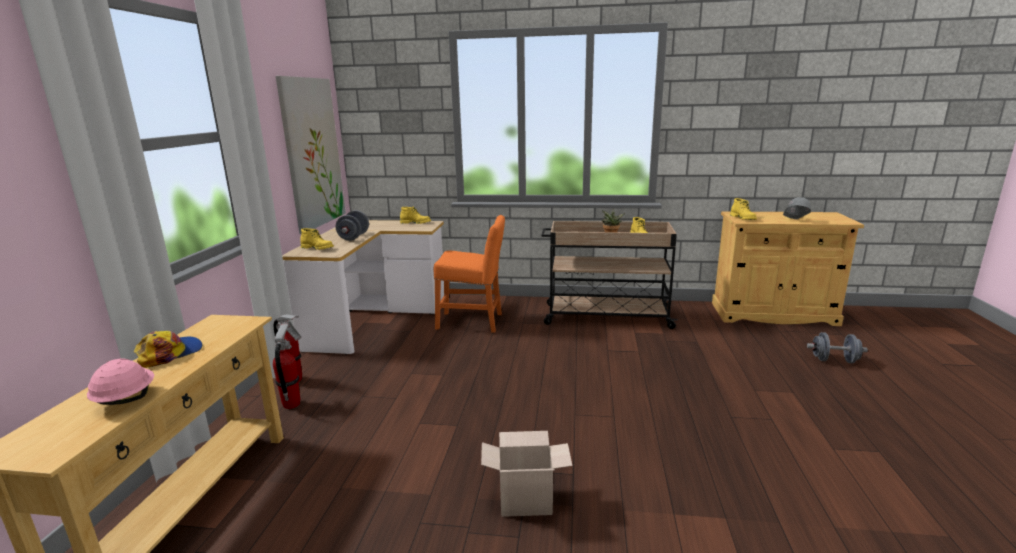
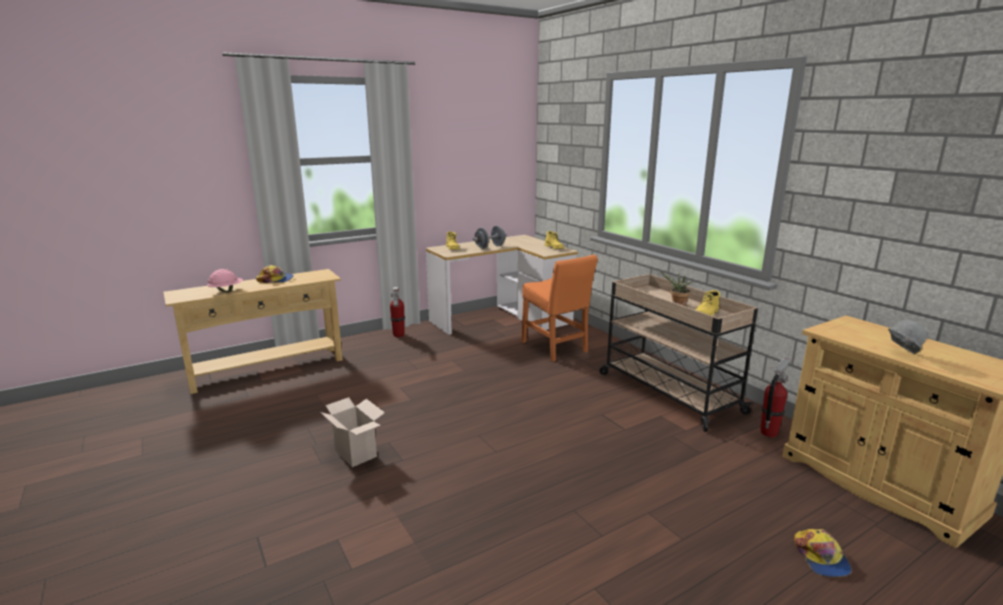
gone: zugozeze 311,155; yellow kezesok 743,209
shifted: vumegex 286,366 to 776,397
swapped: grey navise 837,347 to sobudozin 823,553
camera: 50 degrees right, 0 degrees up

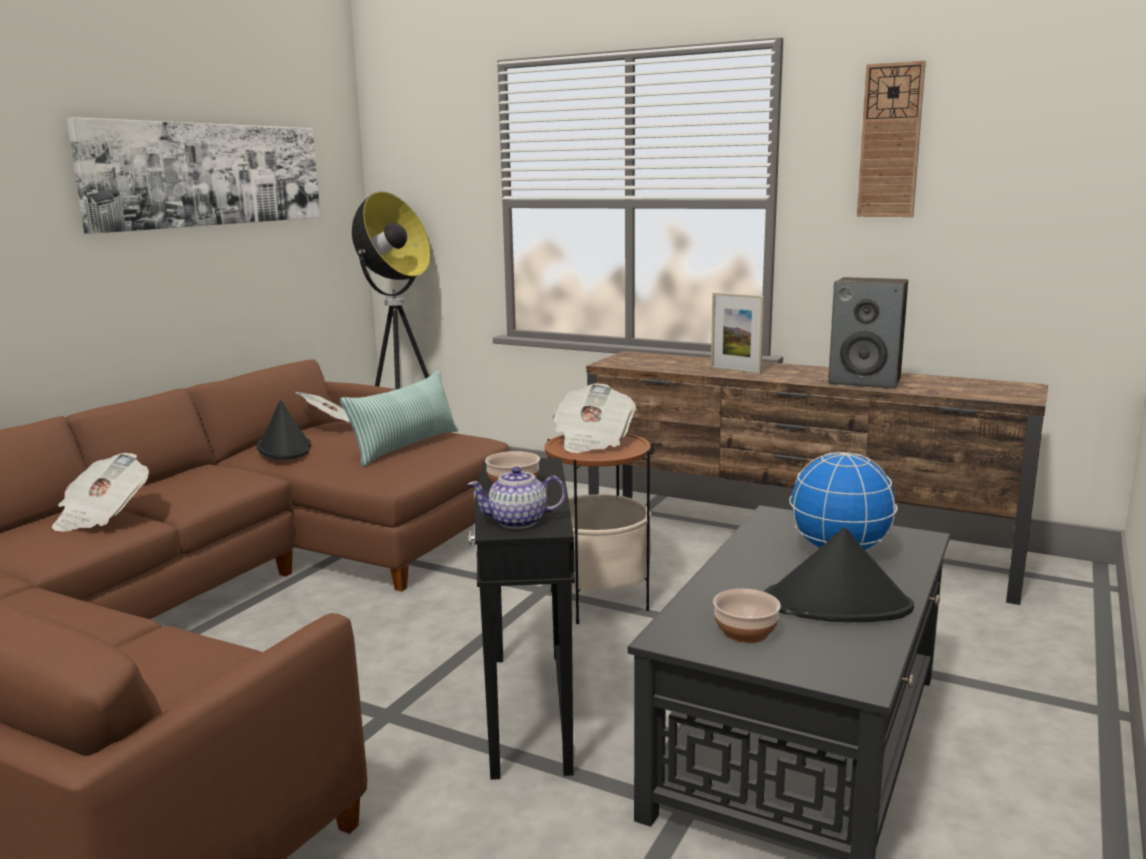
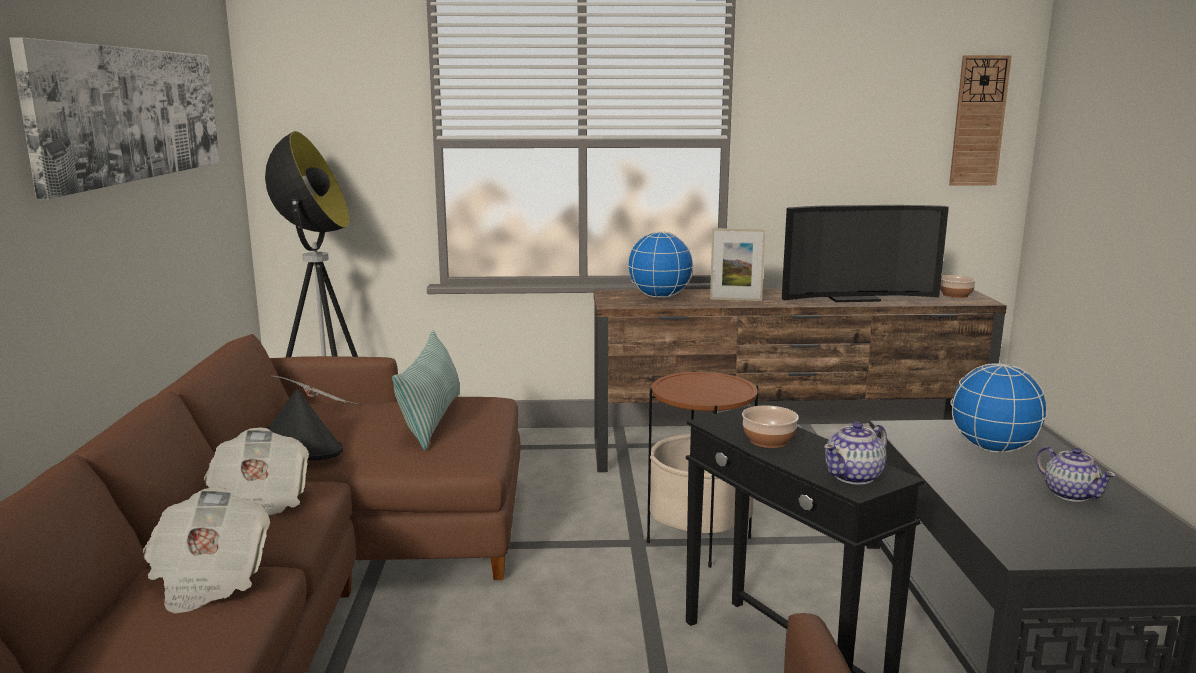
new: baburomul 660,264
shifted: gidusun 594,418 to 256,472; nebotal 747,616 to 958,286; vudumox 891,139 to 980,120
swapped: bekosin 868,333 to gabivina 865,253; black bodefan 839,574 to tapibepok 1076,474
camera: 30 degrees left, 0 degrees up

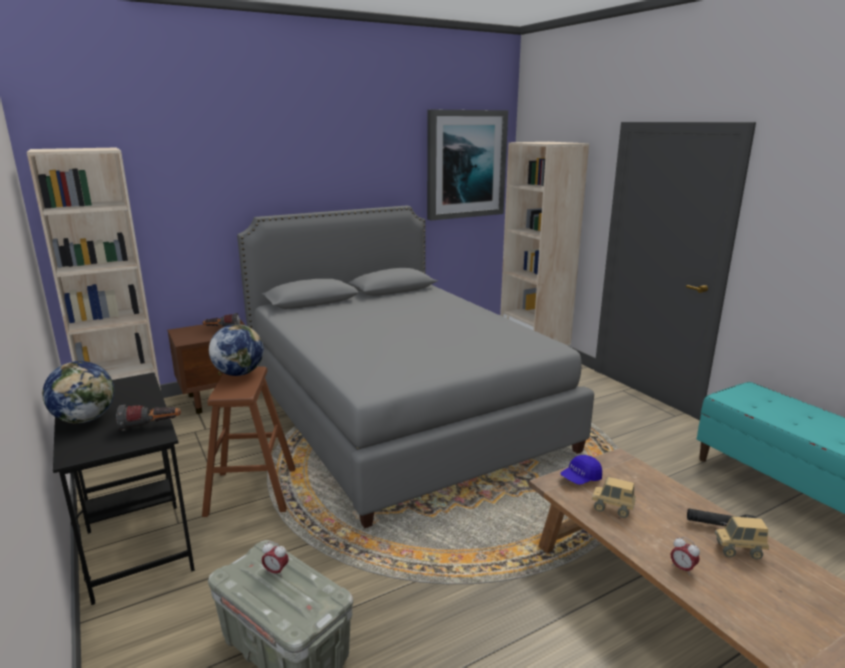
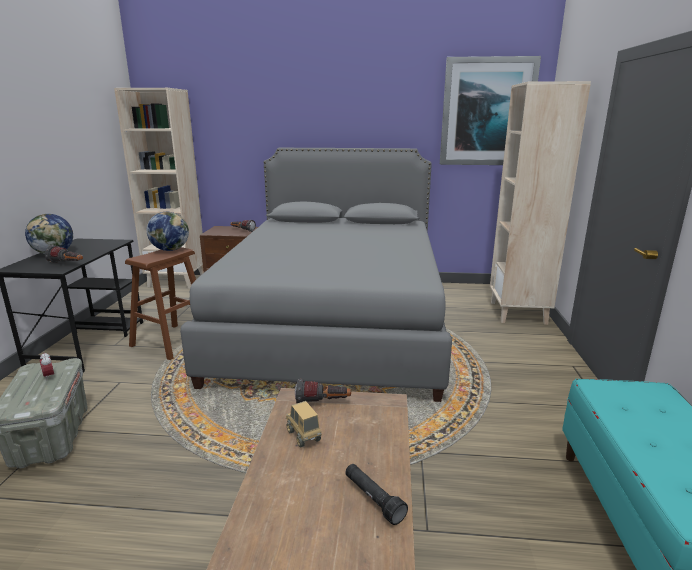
gone: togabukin 685,556; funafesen 742,537
swapped: blue sobudozin 581,470 to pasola 323,391
camera: 35 degrees right, 0 degrees up

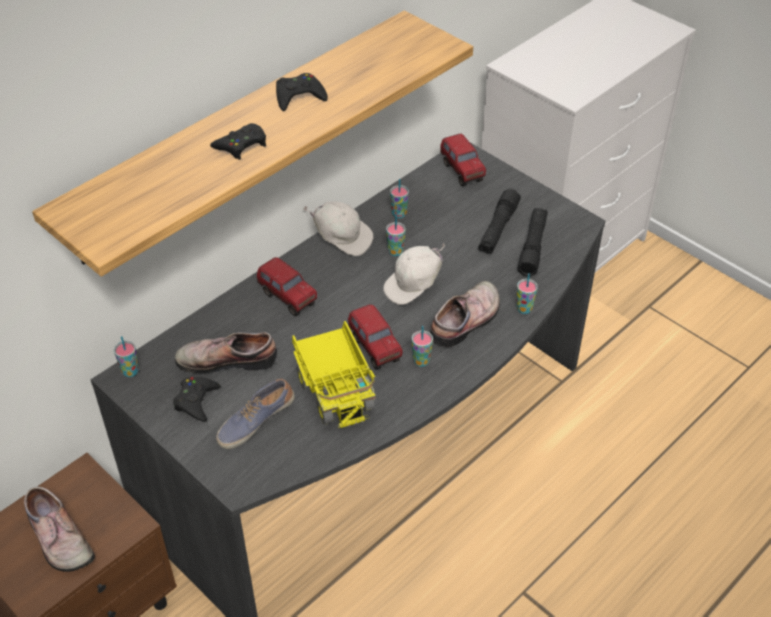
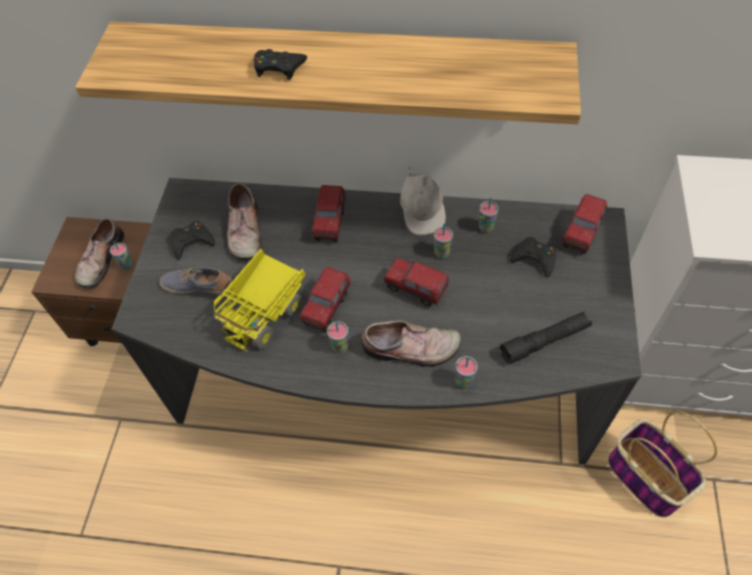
gone: black pasola 500,221
new: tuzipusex 662,464
shifted: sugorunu 126,356 to 121,254; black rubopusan 302,92 to 533,257
swapped: white sobudozin 414,274 to funafesen 416,282
rotated: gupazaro 226,352 = 245,221 150 degrees counterclockwise
camera: 55 degrees right, 10 degrees up

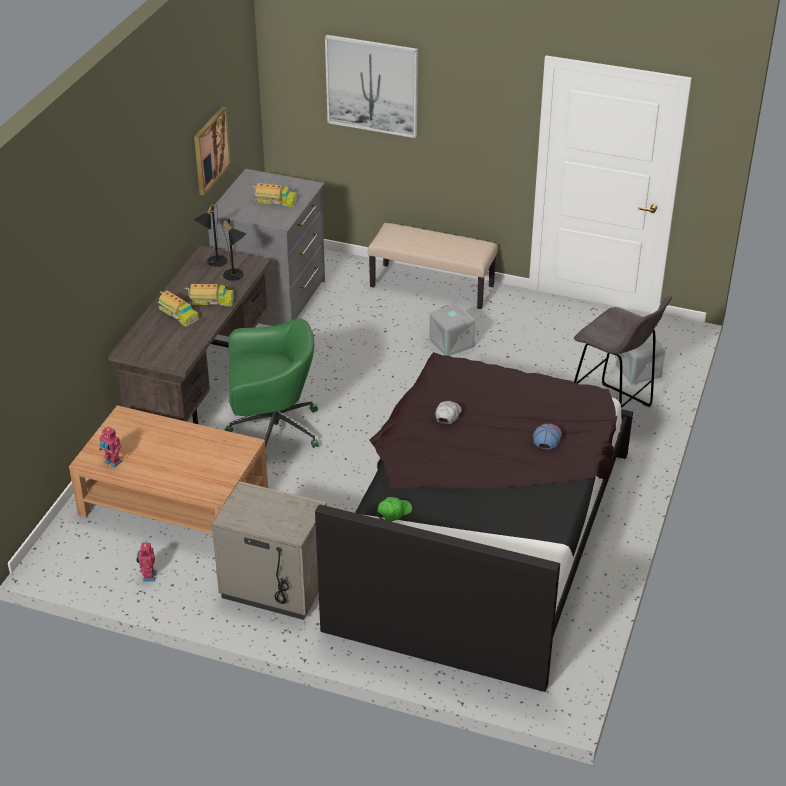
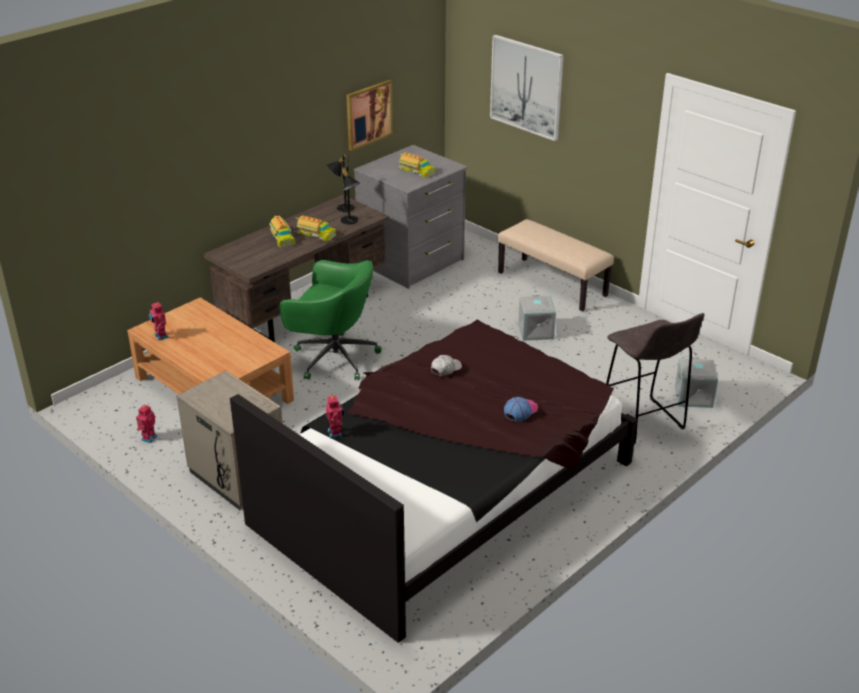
swapped: green sobudozin 394,509 to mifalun 335,416
camera: 25 degrees right, 5 degrees down

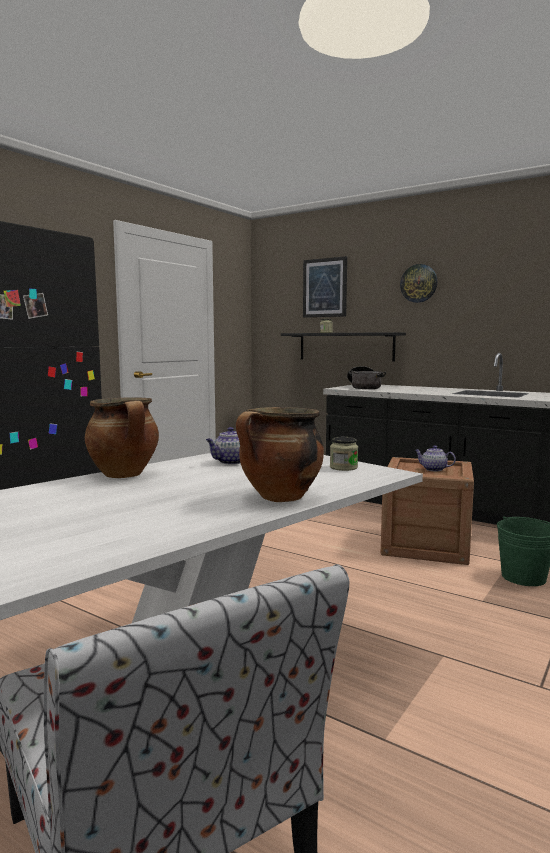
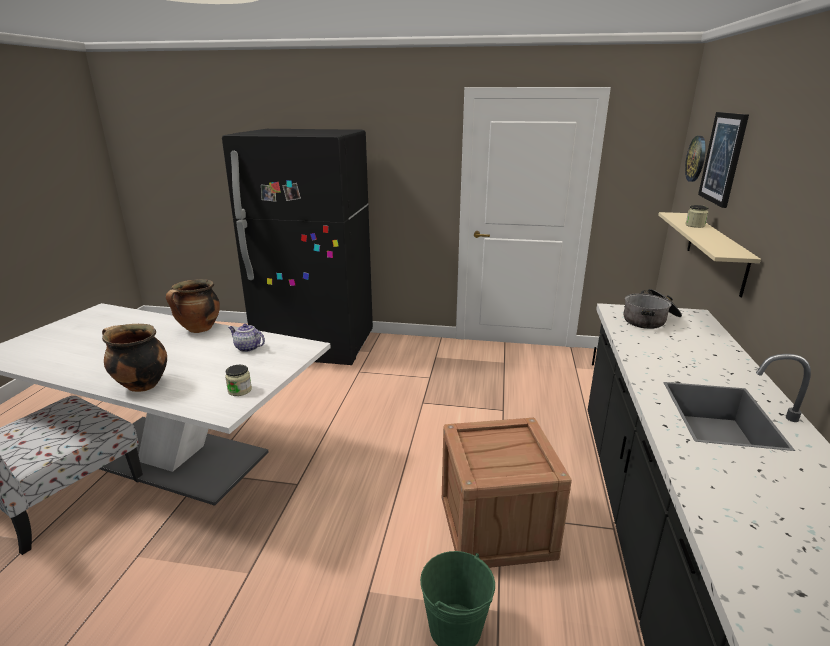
gone: tapibepok 435,458
shifted: vudumox 418,283 to 695,159
repainted: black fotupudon 343,347 to beige fotupudon 709,254
camera: 65 degrees right, 15 degrees up

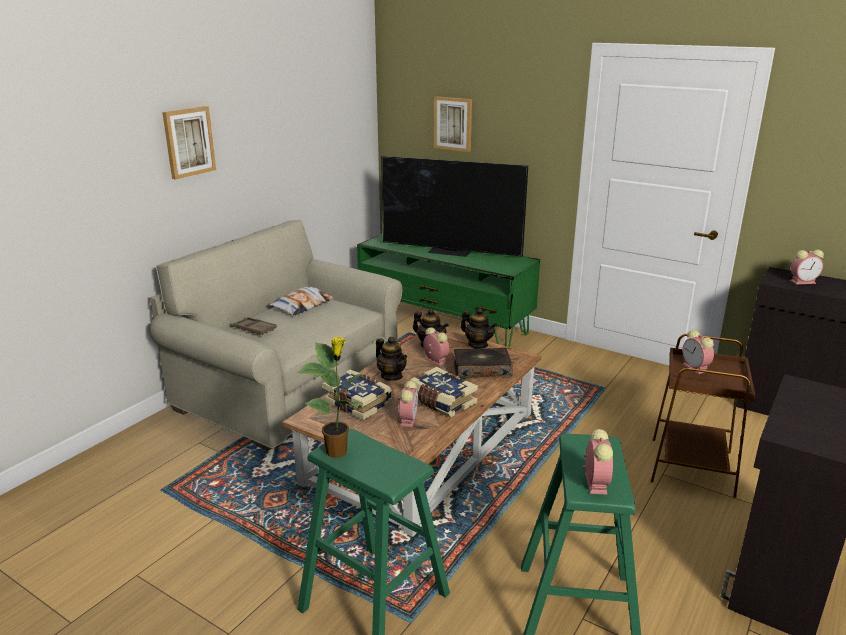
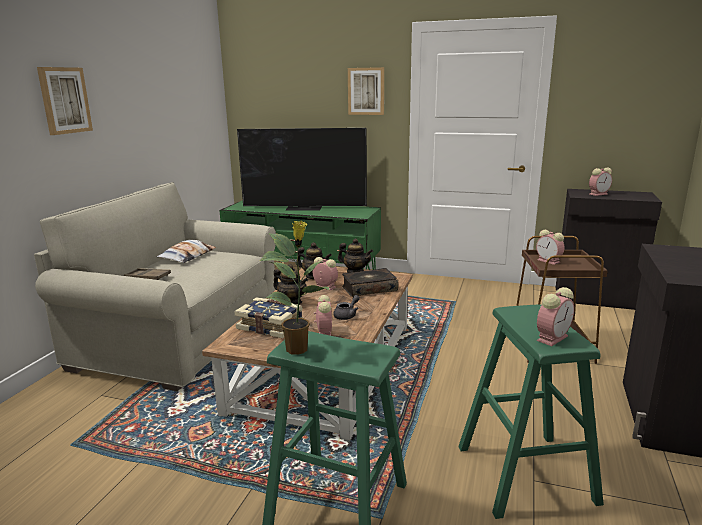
shifted: zugozeze 453,124 to 366,91
swapped: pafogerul 444,392 to grey tapibepok 346,307
rotated: togabukin 598,462 = 555,316 60 degrees clockwise
camera: 15 degrees left, 5 degrees down

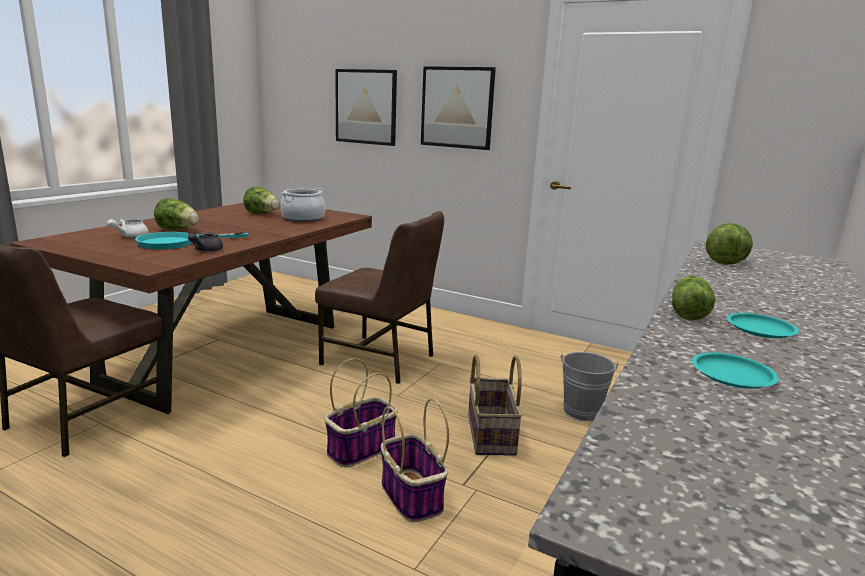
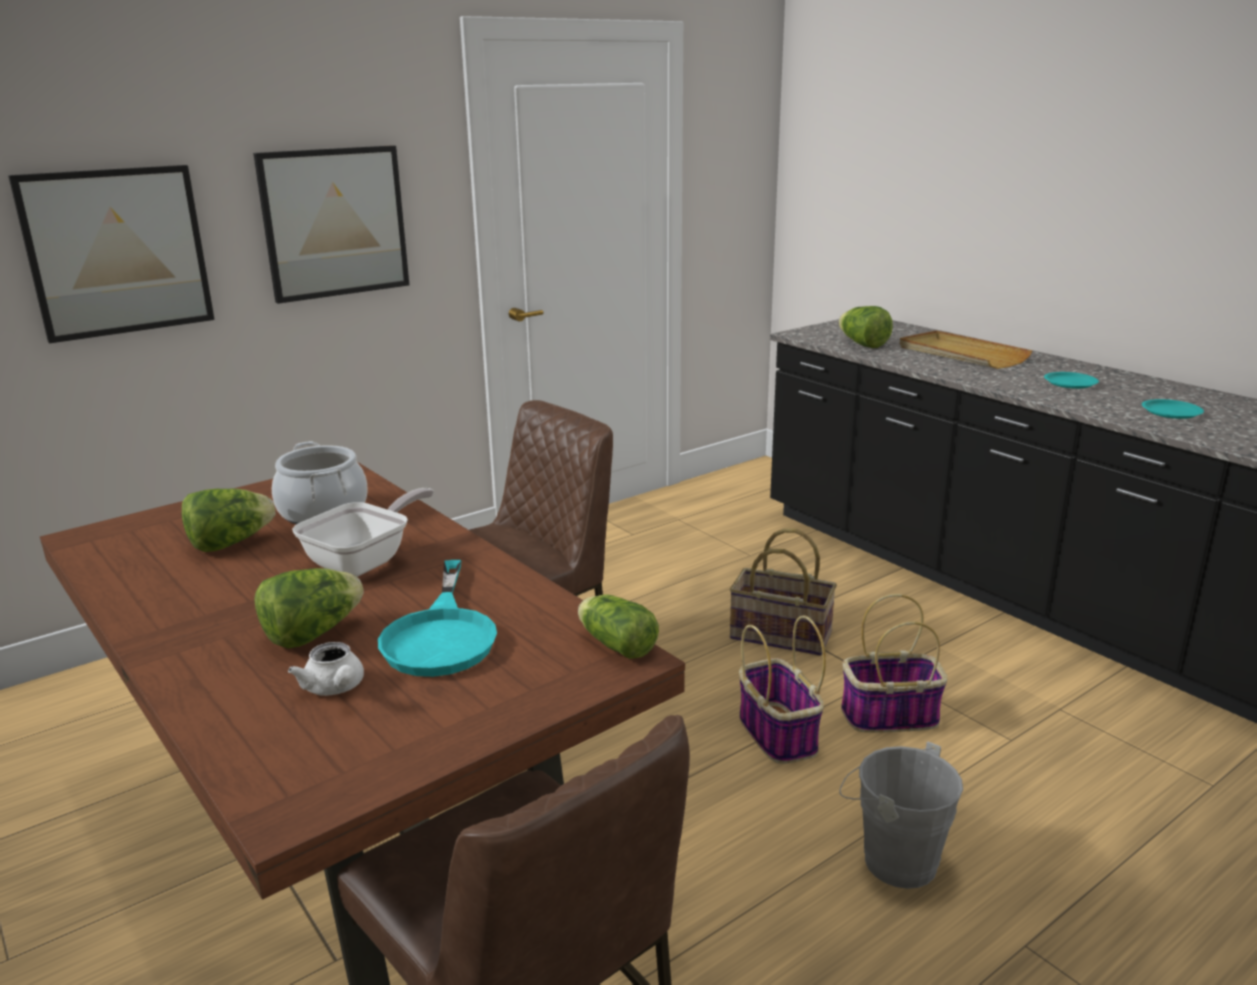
gone: grey tapibepok 205,242
new: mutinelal 363,532; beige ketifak 966,349
shifted: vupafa 694,298 to 618,626; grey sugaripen 589,386 to 901,815
camera: 65 degrees left, 5 degrees up

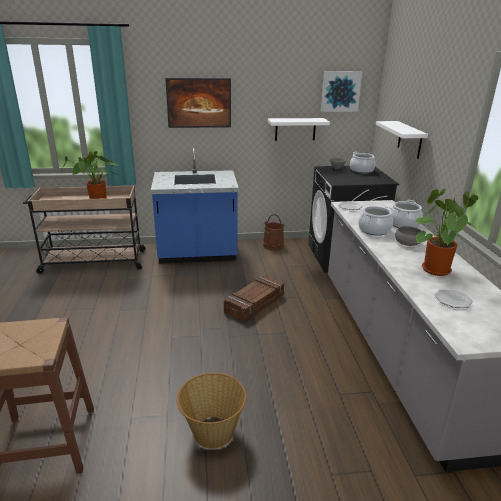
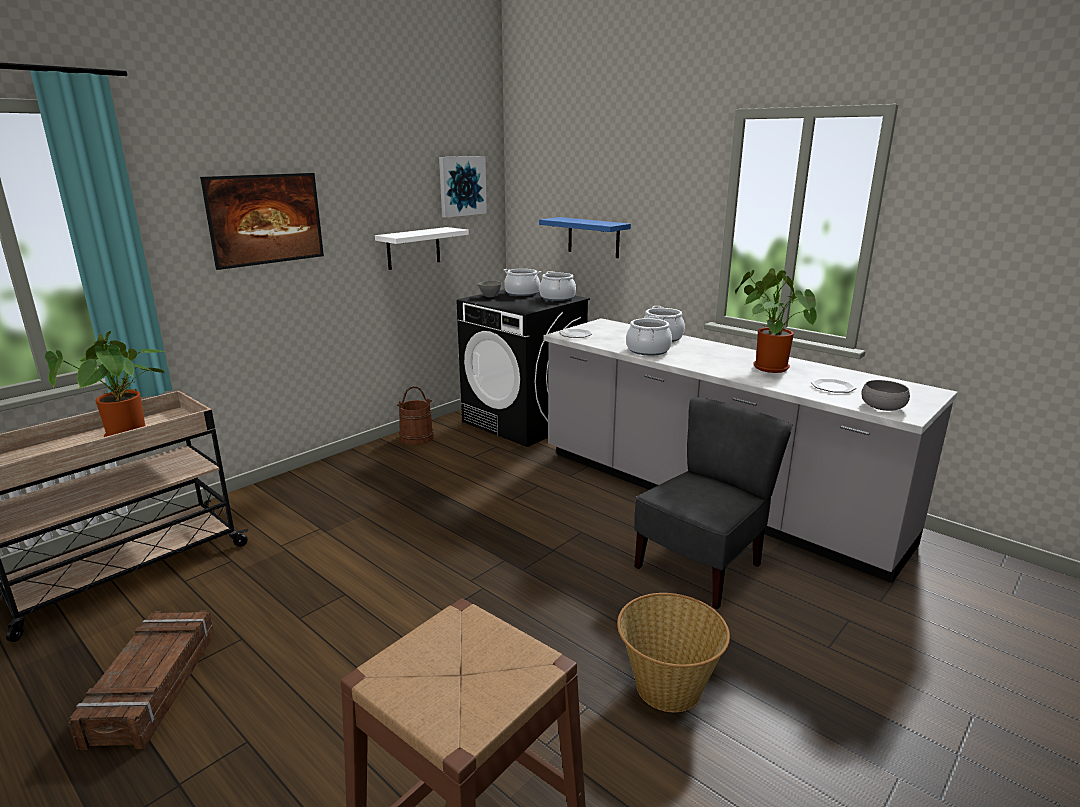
gone: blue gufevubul 195,206
new: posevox 557,286; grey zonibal 713,503
shifted: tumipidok 254,299 to 141,680; grey nebotal 408,236 to 885,395
repainted: white fotupudon 402,140 to blue fotupudon 585,237
camera: 40 degrees left, 5 degrees down

